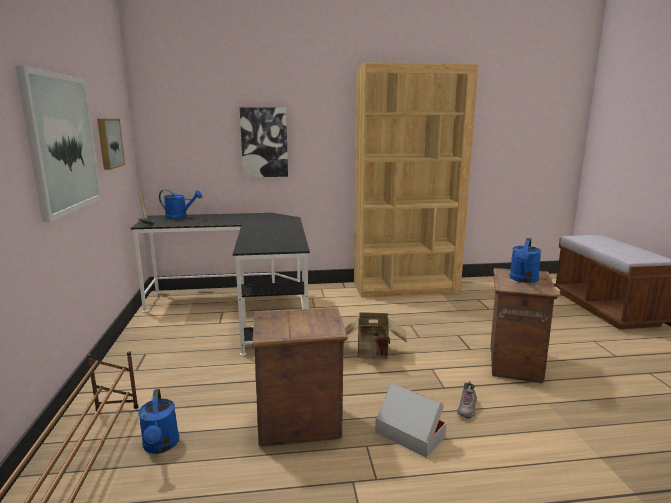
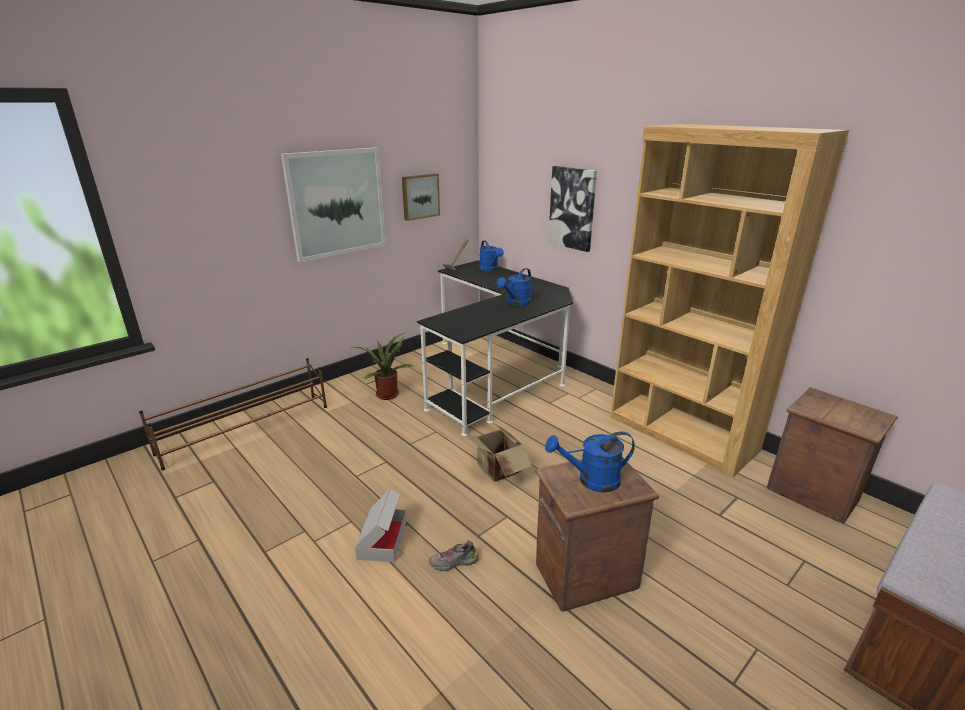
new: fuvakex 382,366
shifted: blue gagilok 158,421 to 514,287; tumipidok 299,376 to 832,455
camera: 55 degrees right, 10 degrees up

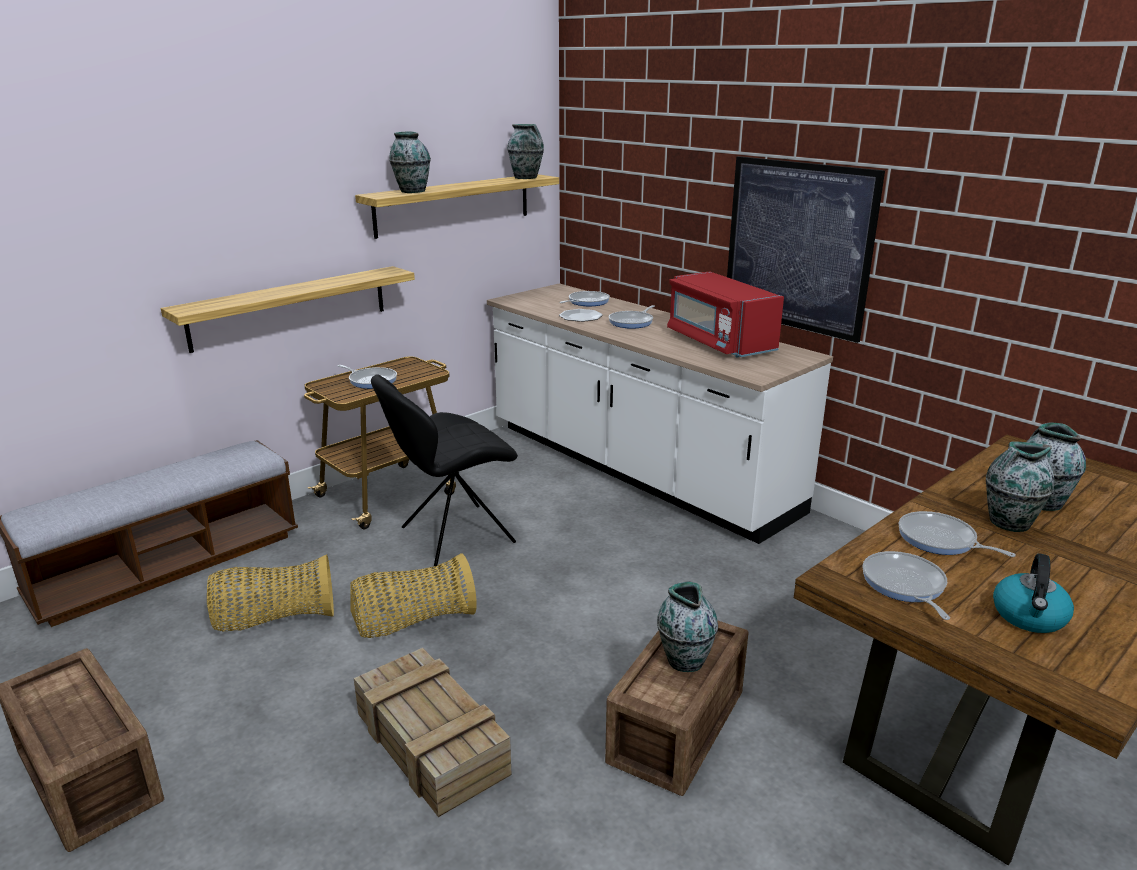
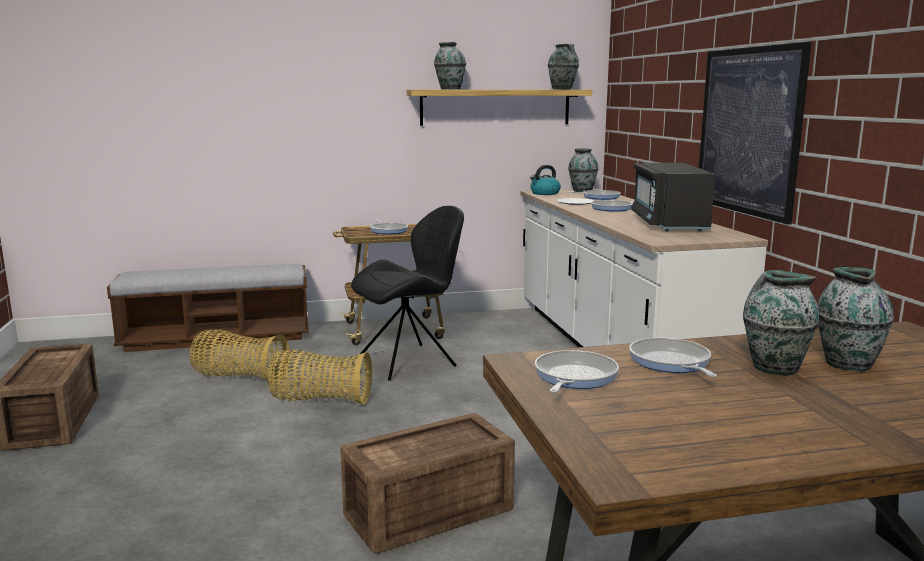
gone: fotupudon 288,309; tumipidok 433,732
shifted: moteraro 1033,593 to 545,180; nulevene 687,626 to 583,170
repainted: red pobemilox 725,314 to black pobemilox 673,197
rotated: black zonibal 444,470 = 407,293 150 degrees clockwise
camera: 30 degrees right, 10 degrees down

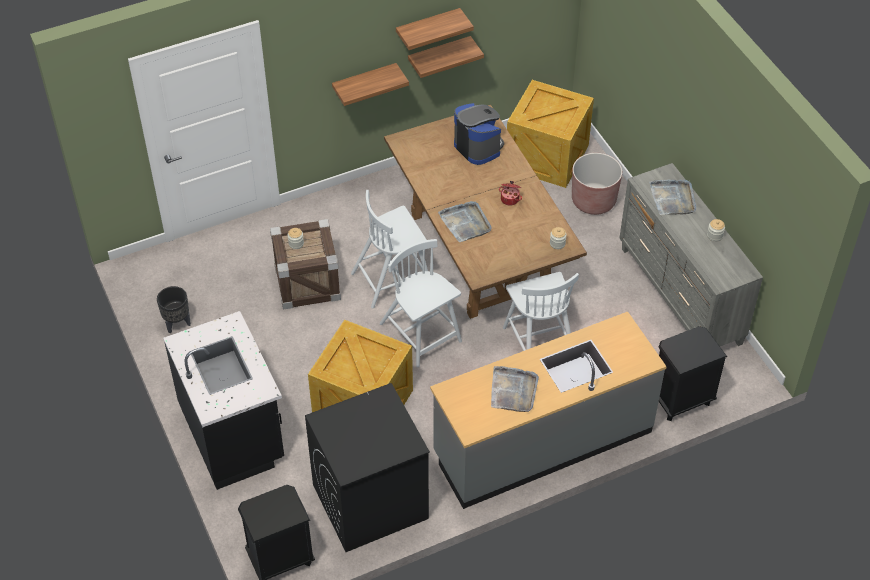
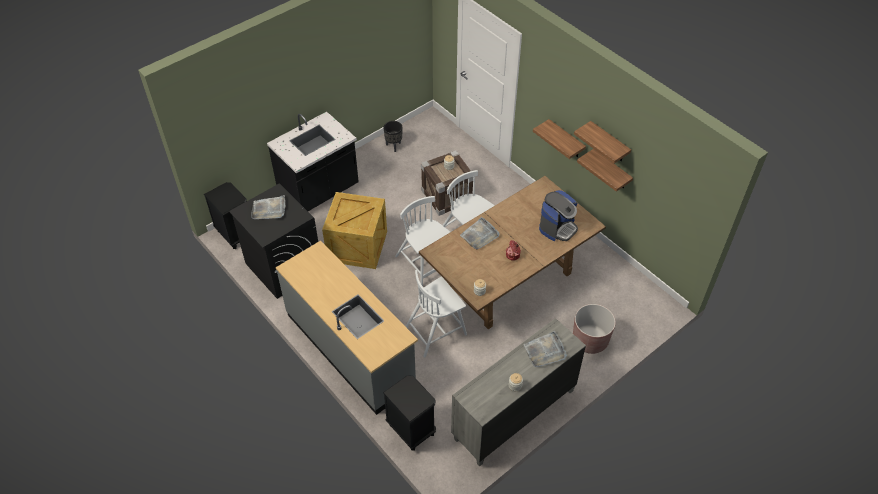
gone: tumipidok 550,134
shifted: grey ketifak 515,389 to 268,207
rotated: white zonibal 421,303 = 422,241 75 degrees counterclockwise
camera: 75 degrees right, 0 degrees up

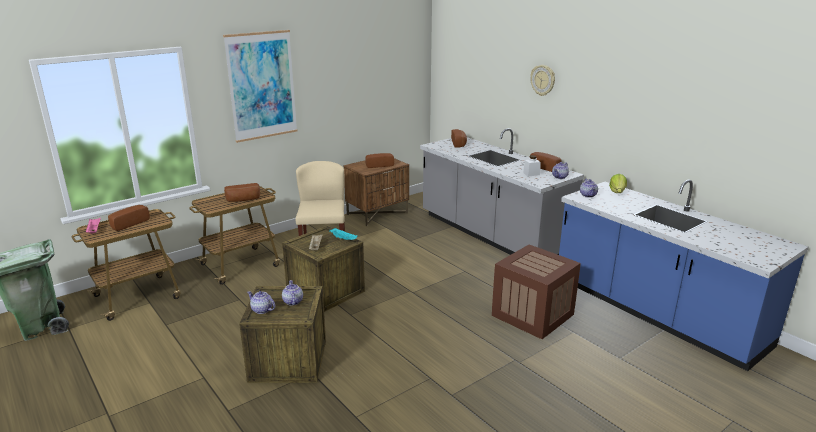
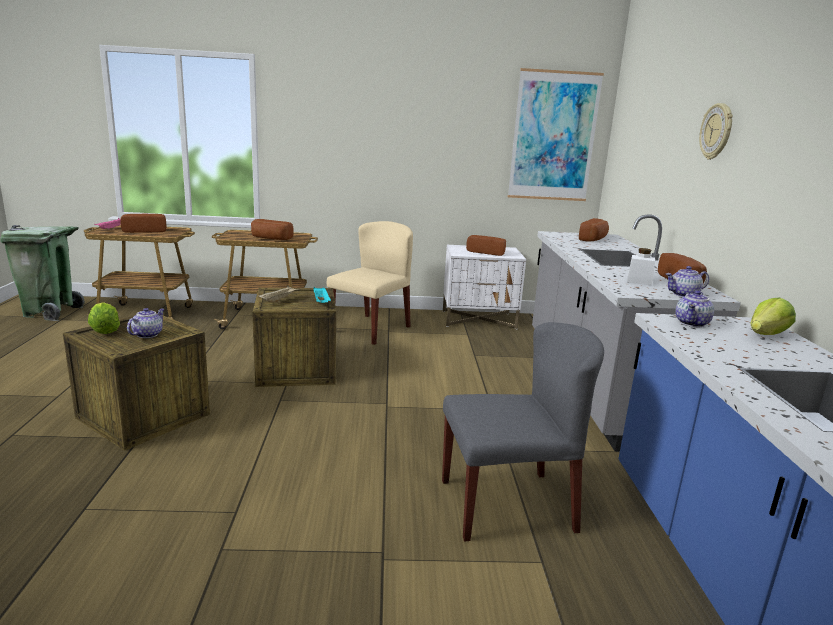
shifted: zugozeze 260,86 to 556,134
swapped: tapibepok 261,302 to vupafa 104,318; tumipidok 536,292 to grey zonibal 523,431
repainted: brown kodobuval 376,192 to white kodobuval 484,287
camera: 35 degrees right, 5 degrees down

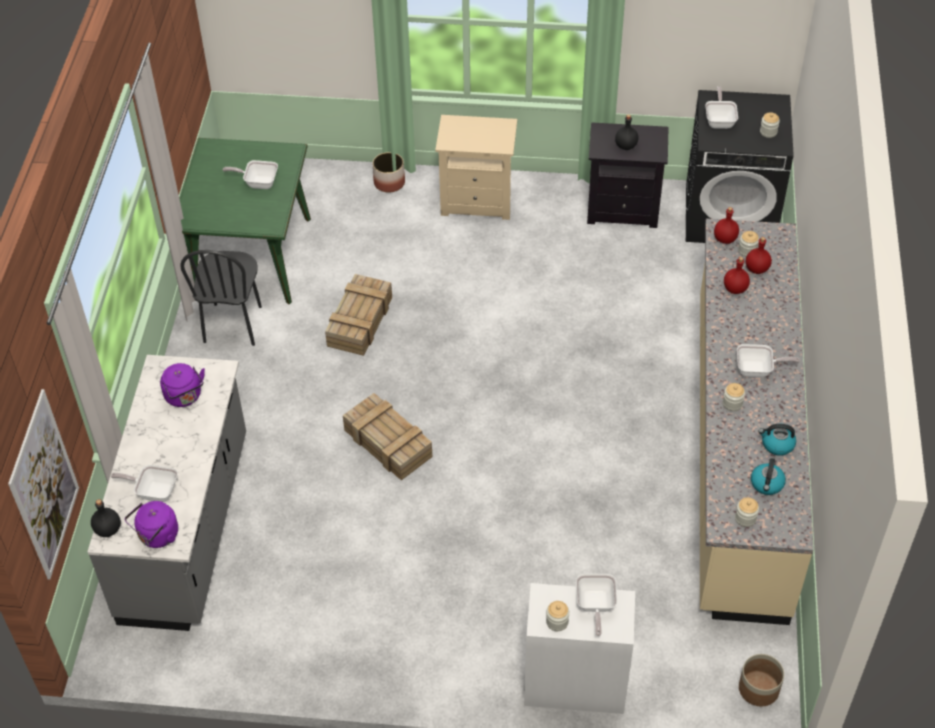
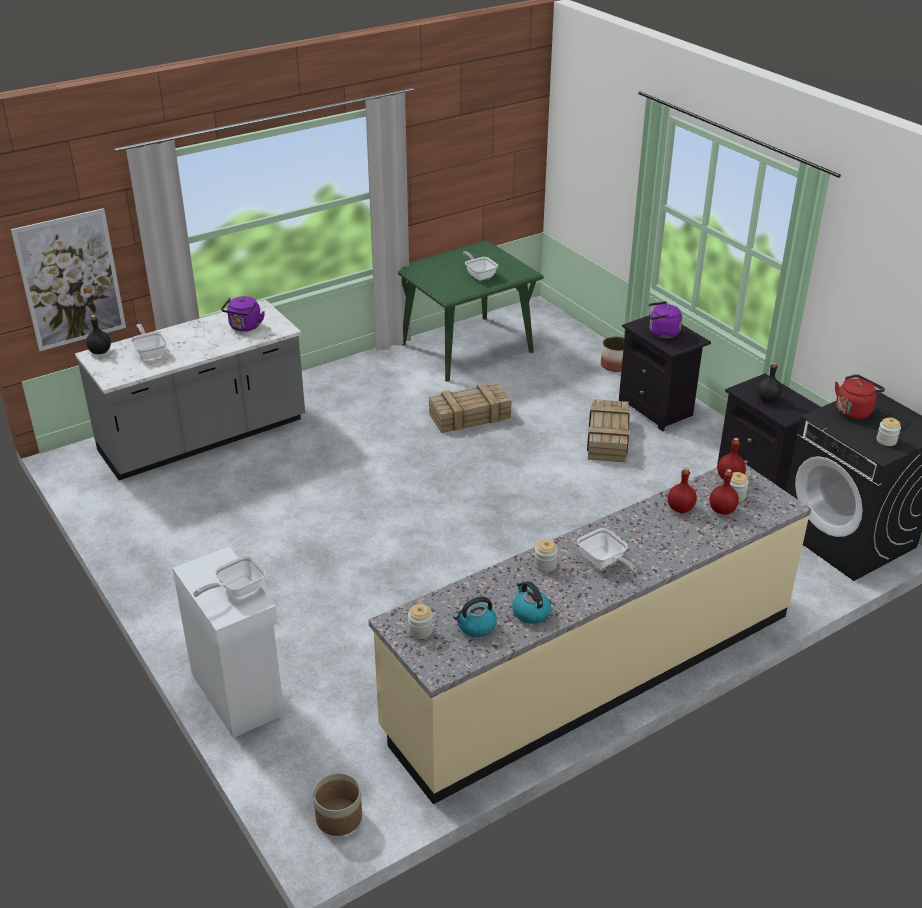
gone: black zonibal 221,298; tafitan 557,616
shifted: tumipidok 388,436 to 608,430; purple moteraro 151,524 to 665,320
swapped: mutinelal 721,107 to red moteraro 860,397
repainted: beige kodobuval 476,167 to black kodobuval 665,373
camera: 50 degrees right, 15 degrees down

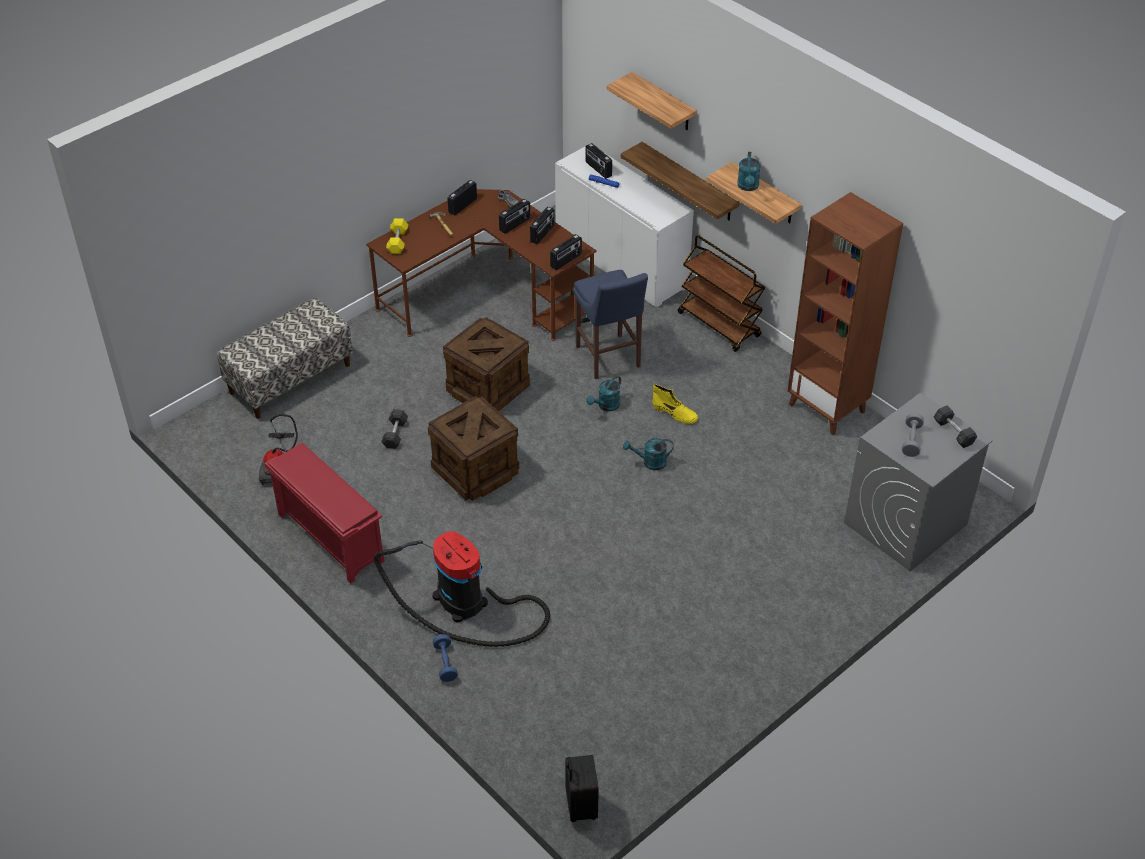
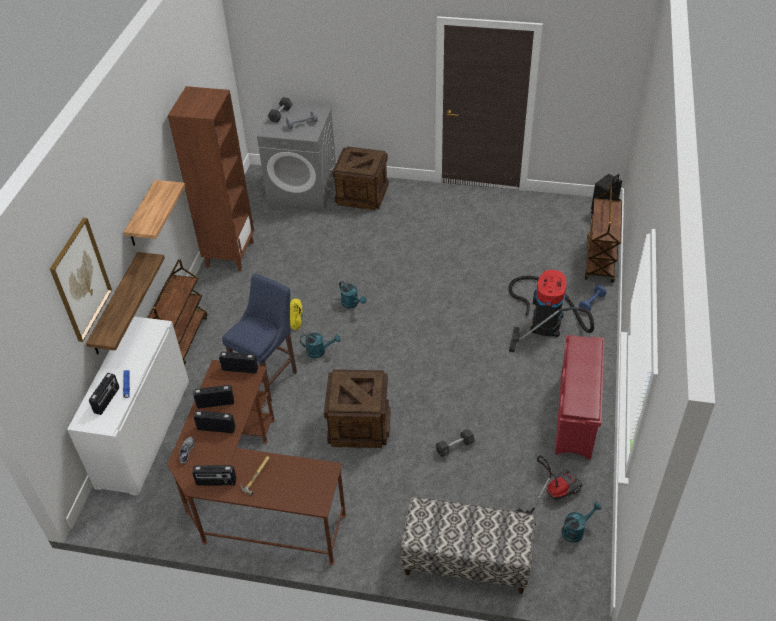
gone: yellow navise 397,236
new: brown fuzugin 603,232
shifted: tumipidok 473,448 to 360,178; turquoise gagilok 749,171 to 581,522
swapped: fotupudon 652,101 to zugozeze 81,280
camera: 125 degrees left, 0 degrees up

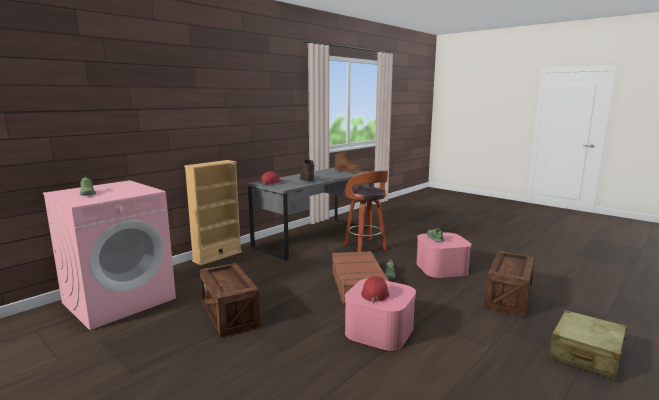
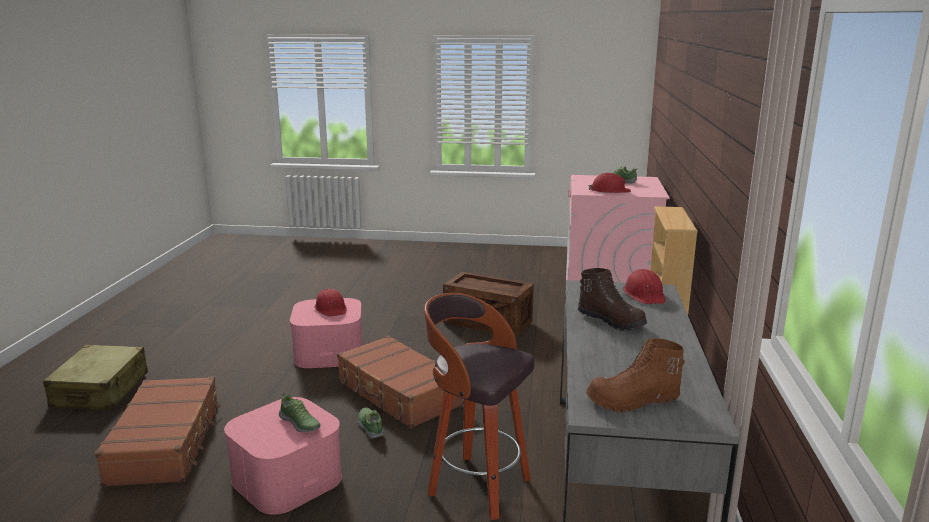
new: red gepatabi 609,183
swapped: tumipidok 509,284 to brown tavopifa 158,431
camera: 145 degrees right, 5 degrees up

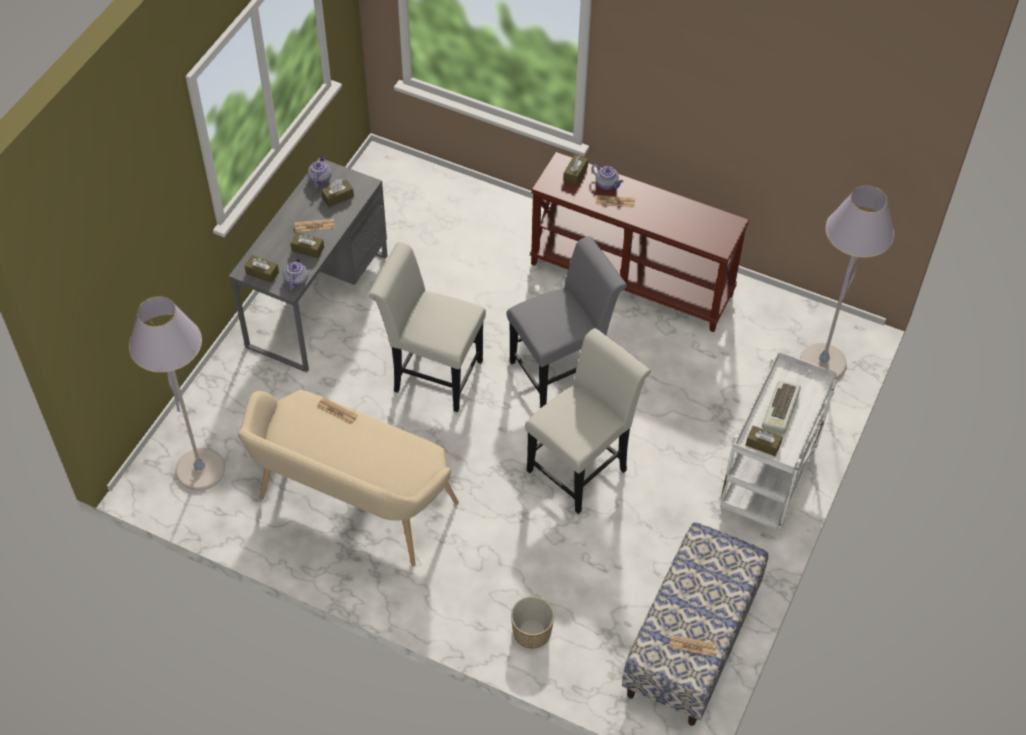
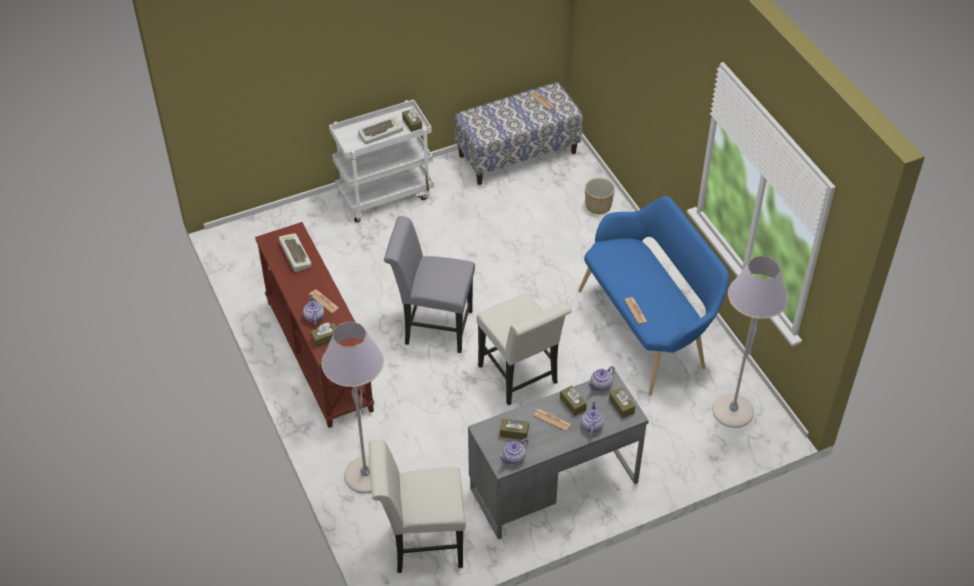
new: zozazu 295,252; tapibepok 592,419
shifted: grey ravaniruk 847,282 to 353,407; white zonibal 588,421 to 417,506
repainted: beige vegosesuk 348,478 to blue vegosesuk 653,296
camera: 140 degrees left, 5 degrees down

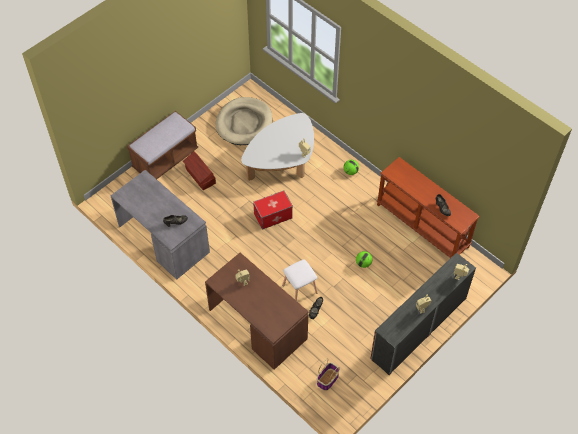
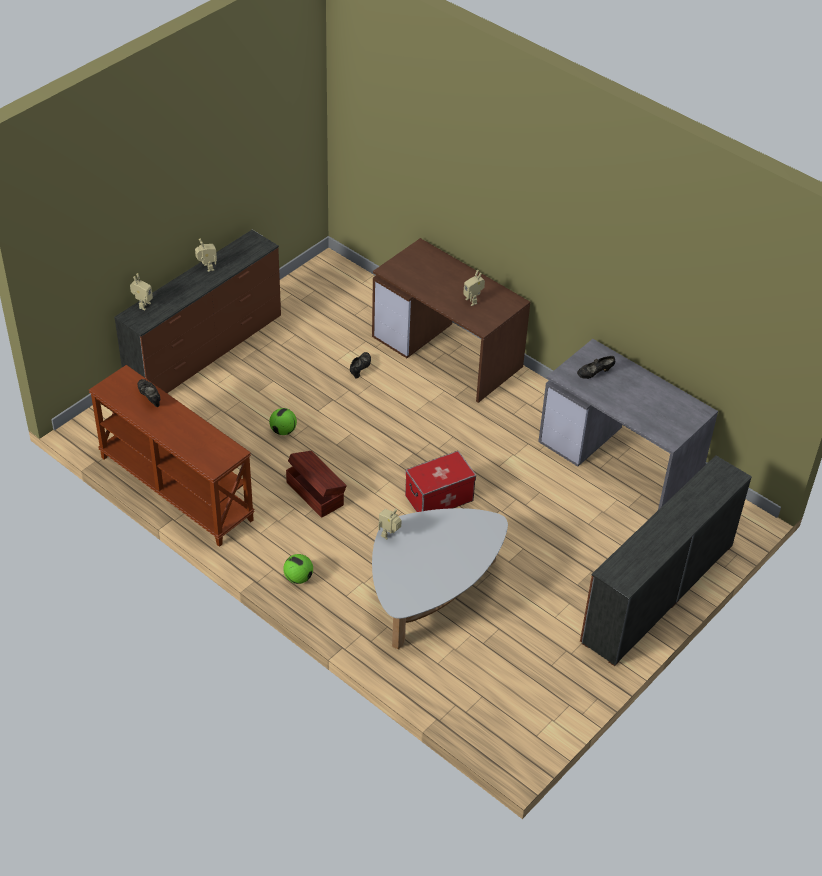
gone: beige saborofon 244,121; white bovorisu 300,280; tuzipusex 328,374
shifted: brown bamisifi 199,170 to 316,484
swapped: brown vegosesuk 162,145 to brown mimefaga 666,560
camera: 175 degrees right, 10 degrees down

